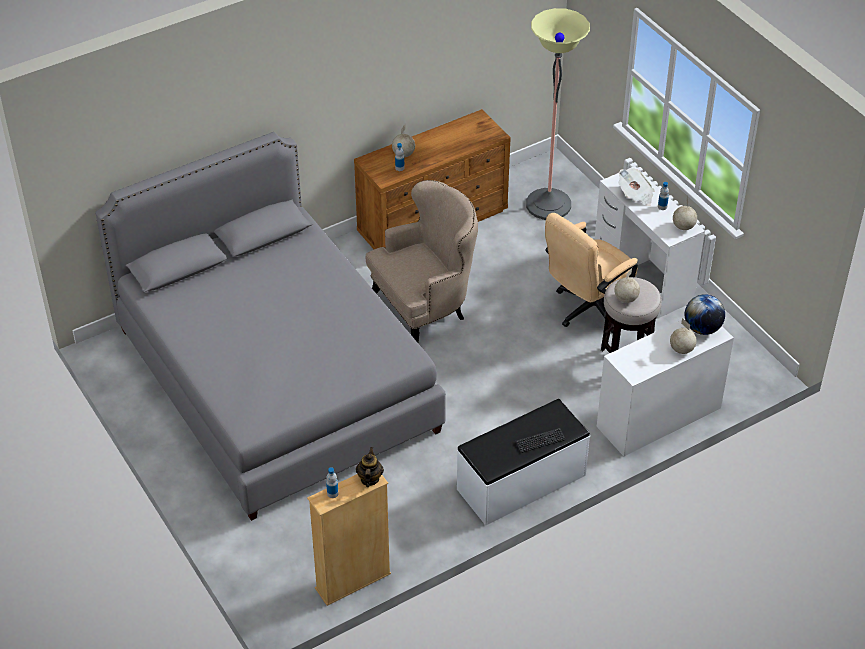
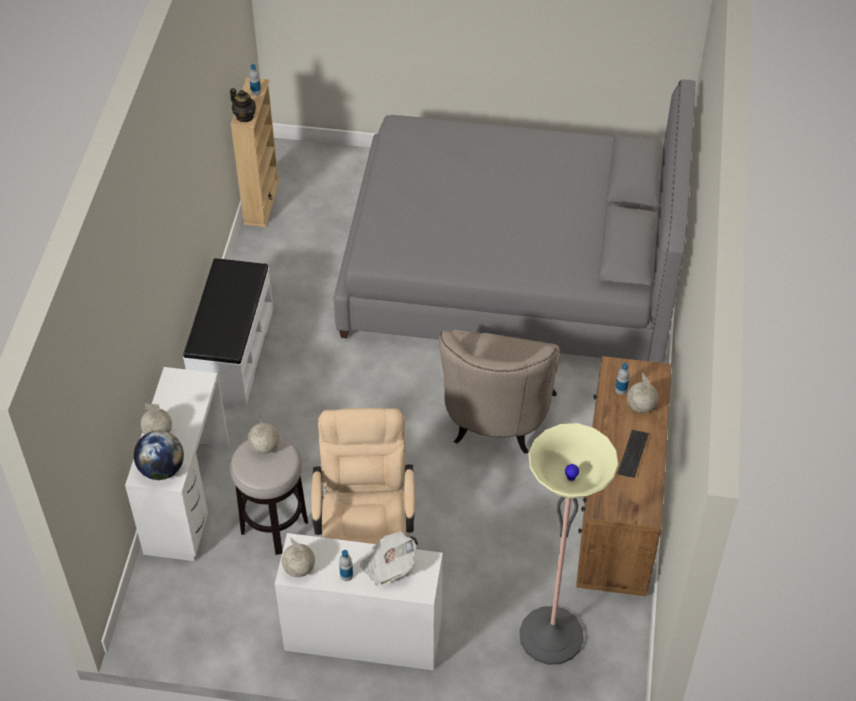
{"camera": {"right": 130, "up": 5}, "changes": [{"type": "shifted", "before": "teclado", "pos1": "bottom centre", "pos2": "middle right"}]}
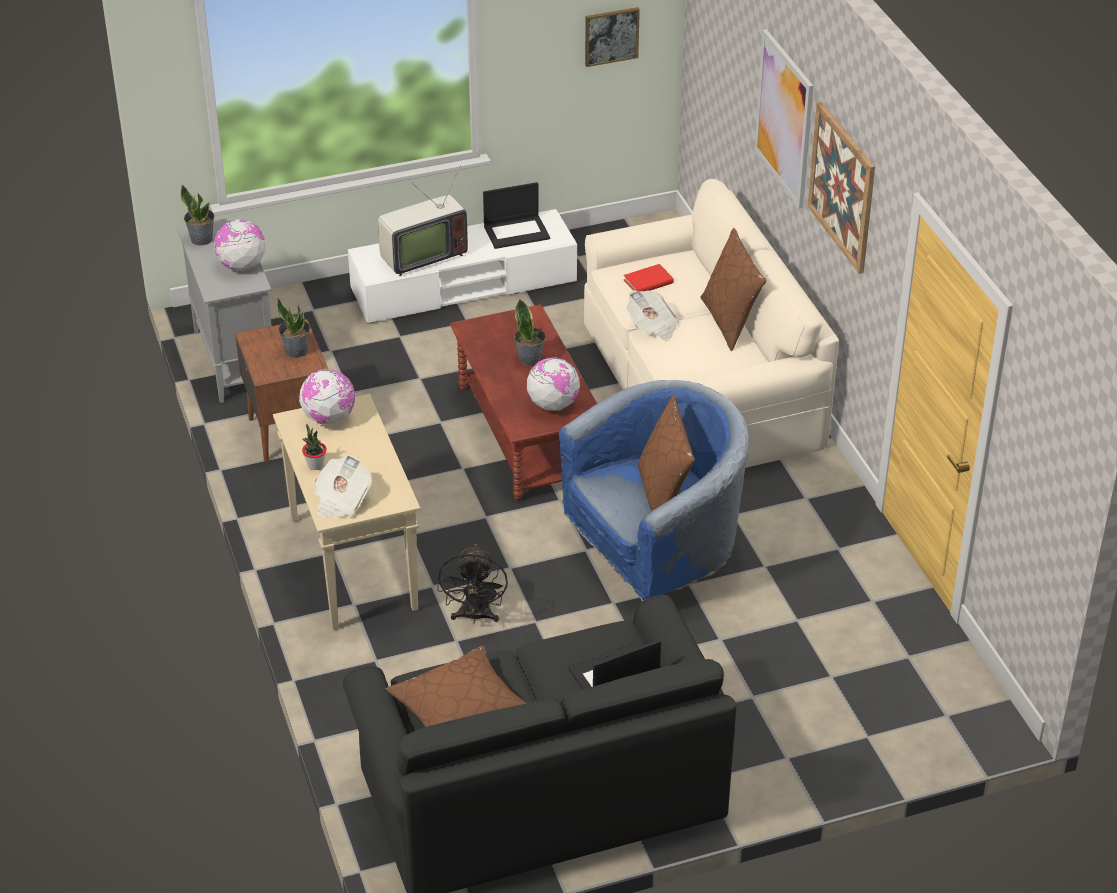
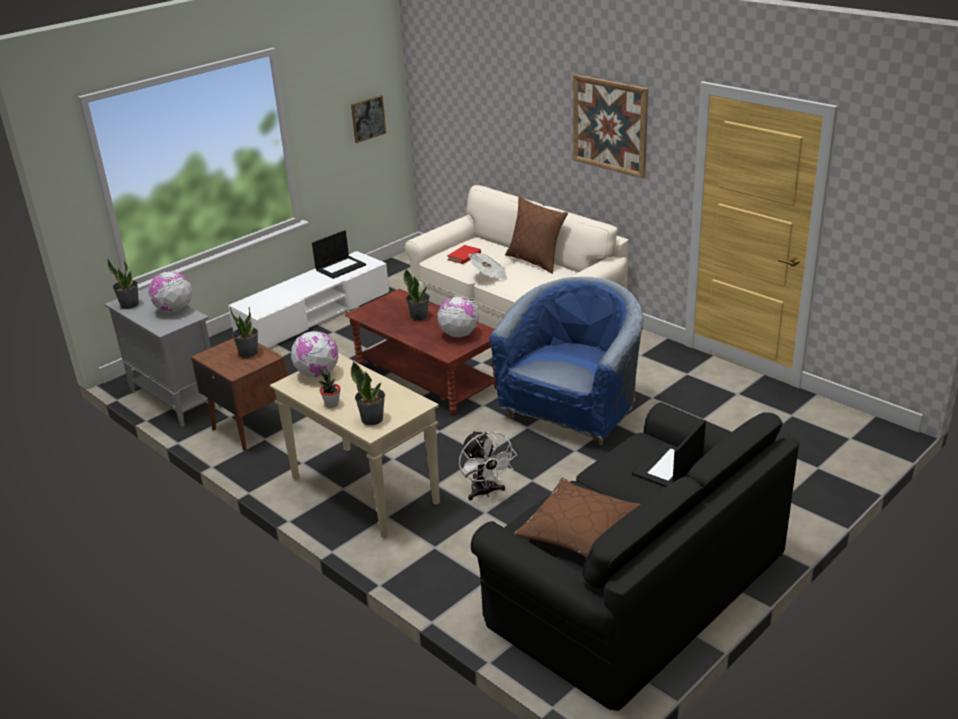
{"camera": {"right": -25, "up": -10}, "changes": [{"type": "gone", "before": "televisor", "pos1": "top centre"}, {"type": "gone", "before": "cojín/marrón (no. 2 from left)", "pos1": "centre"}, {"type": "gone", "before": "cuadro (no. 2 from left)", "pos1": "top right"}, {"type": "swapped", "before": "periódico (no. 1 from left)", "after": "planta en maceta (no. 4 from left)", "pos1": "middle left", "pos2": "centre"}, {"type": "repainted", "before": "ventilador/negro", "after": "ventilador/blanco", "pos1": "centre", "pos2": "centre"}]}
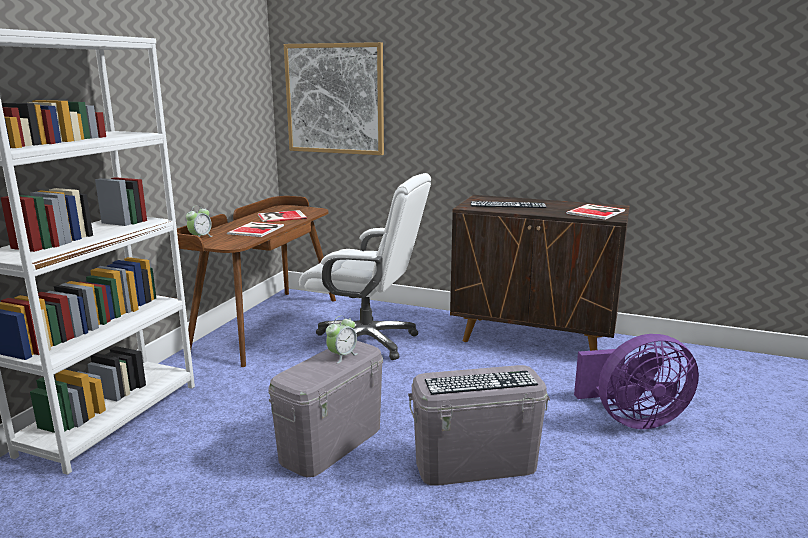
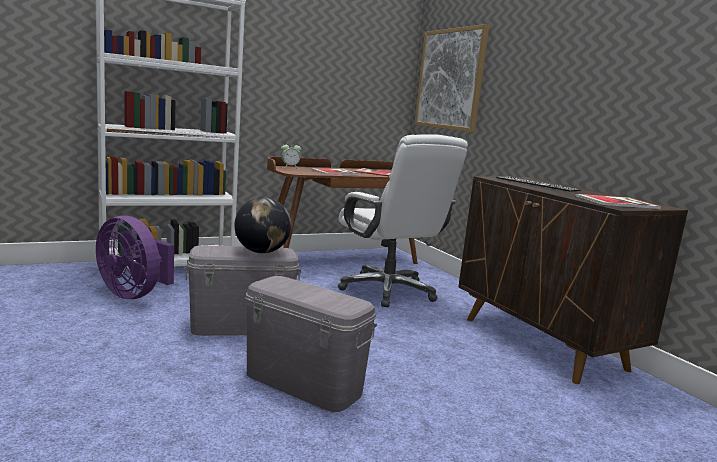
{"camera": {"right": 40, "up": -5}, "changes": [{"type": "gone", "before": "teclado (no. 1 from left)", "pos1": "bottom centre"}, {"type": "shifted", "before": "ventilador/morado", "pos1": "bottom right", "pos2": "middle left"}, {"type": "swapped", "before": "despertador (no. 2 from left)", "after": "globo terráqueo", "pos1": "centre", "pos2": "centre"}]}
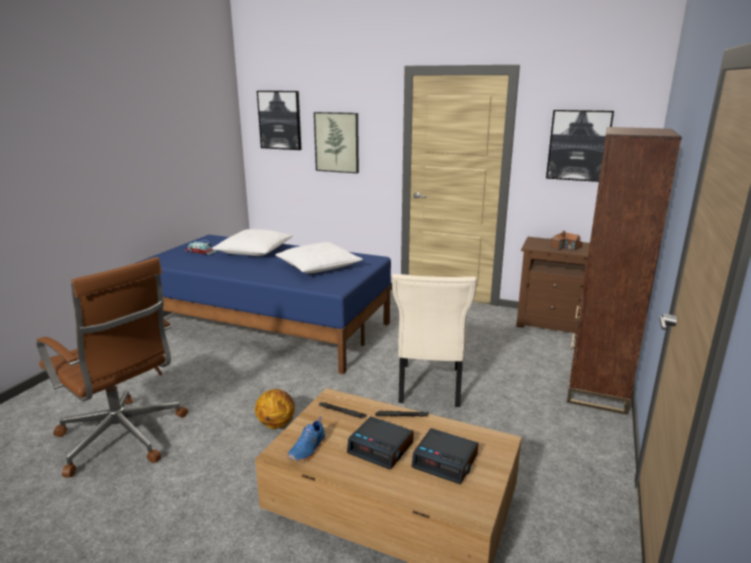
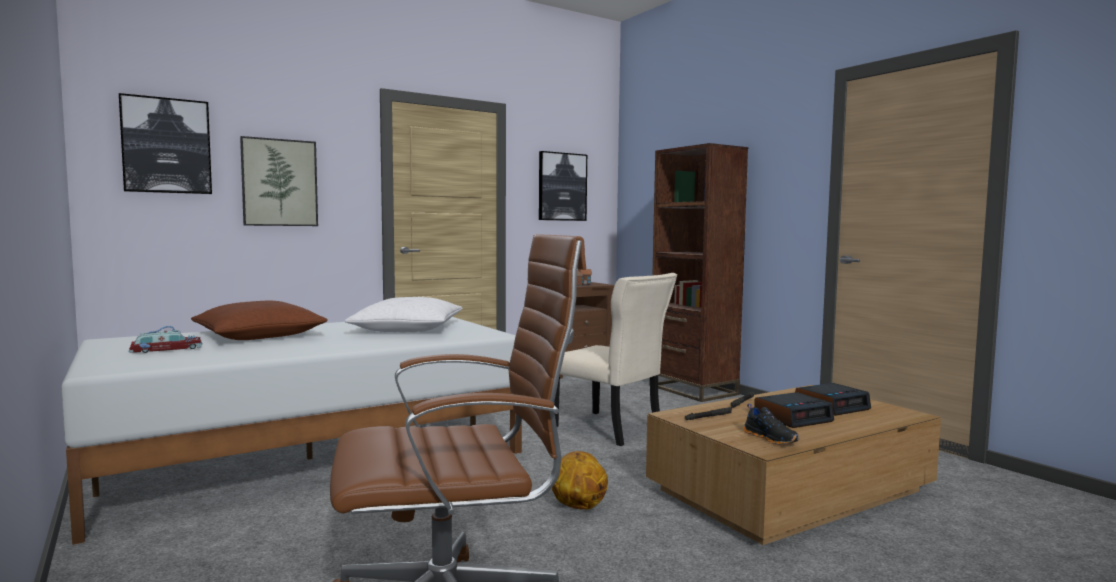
{"camera": {"right": -55, "up": -15}, "changes": [{"type": "repainted", "before": "cama/azul", "after": "cama/blanco", "pos1": "centre", "pos2": "bottom left"}, {"type": "repainted", "before": "cojín/blanco (no. 1 from left)", "after": "cojín/marrón", "pos1": "centre", "pos2": "middle left"}, {"type": "repainted", "before": "zapato/azul", "after": "zapato/negro", "pos1": "bottom centre", "pos2": "bottom right"}]}
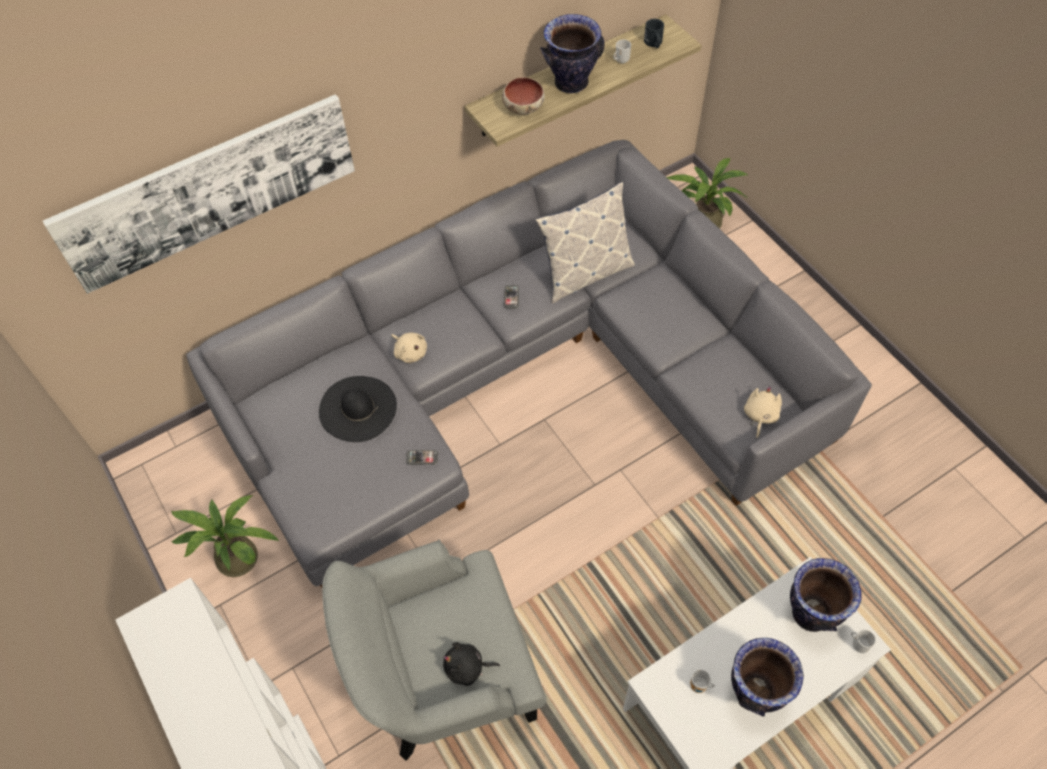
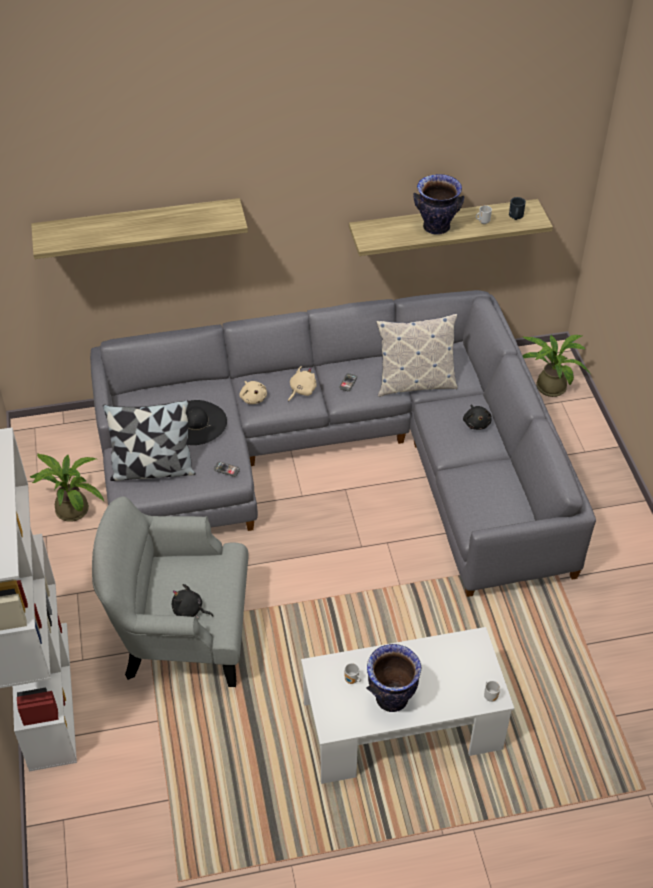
{"camera": {"right": 20, "up": -10}, "changes": [{"type": "gone", "before": "cuenco", "pos1": "top centre"}, {"type": "gone", "before": "florero (no. 3 from left)", "pos1": "bottom right"}, {"type": "new", "after": "cojín (no. 1 from left)", "pos2": "middle left"}, {"type": "new", "after": "peluche/negro (no. 2 from left)", "pos2": "middle right"}, {"type": "shifted", "before": "peluche/beis (no. 2 from left)", "pos1": "middle right", "pos2": "centre"}, {"type": "swapped", "before": "cuadro", "after": "estante (no. 1 from left)", "pos1": "top left", "pos2": "top left"}]}
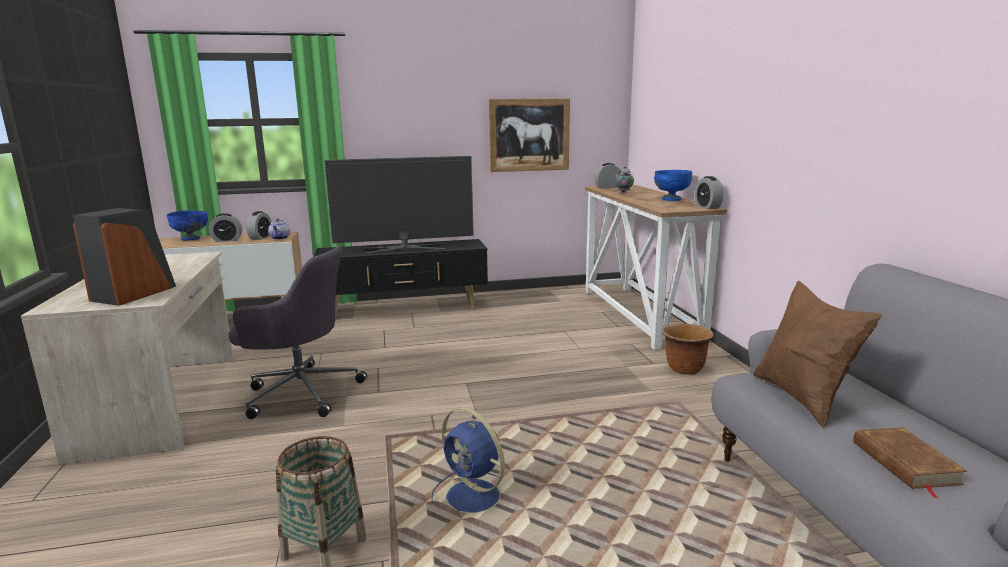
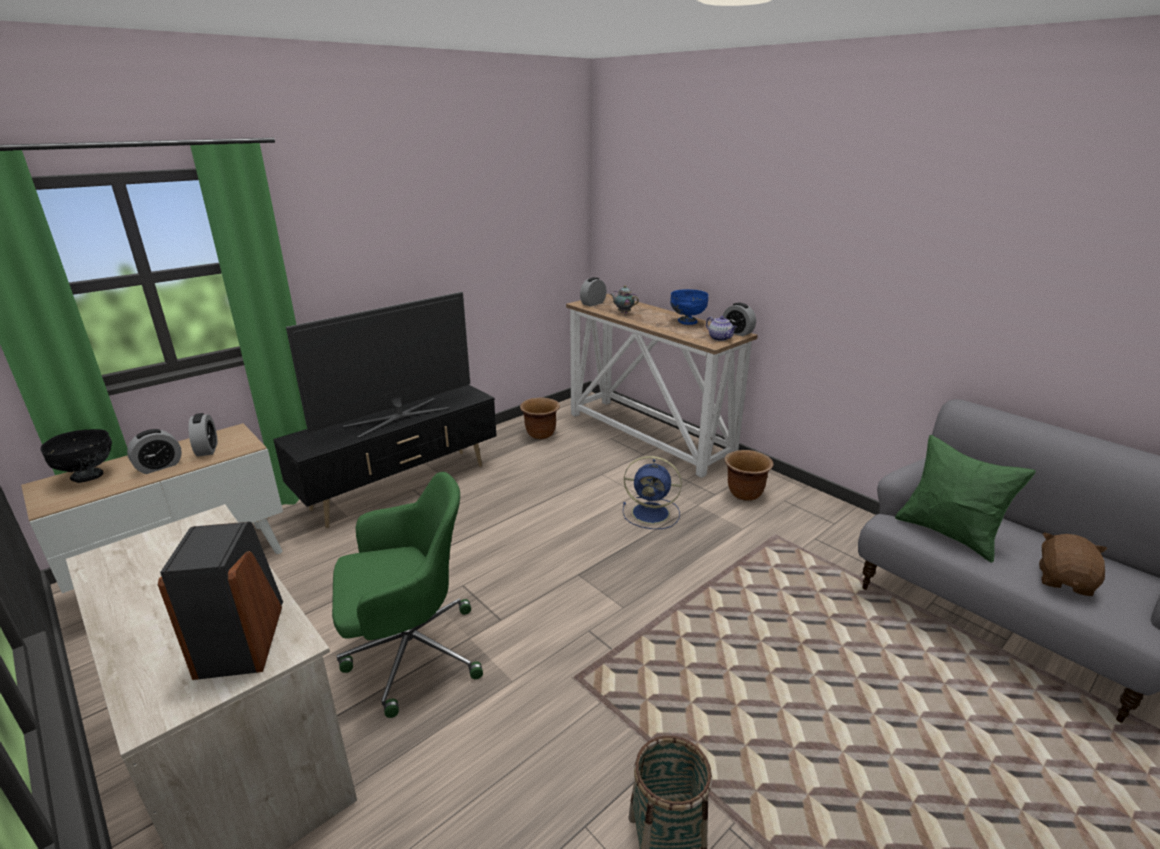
{"camera": {"right": -30, "up": 10}, "changes": [{"type": "gone", "before": "cuadro", "pos1": "top centre"}, {"type": "new", "after": "maceta/marrón (no. 1 from left)", "pos2": "centre"}, {"type": "shifted", "before": "tetera (no. 1 from left in the first image)", "after": "tetera (no. 2 from left)", "pos1": "middle left", "pos2": "centre"}, {"type": "shifted", "before": "ventilador/azul", "pos1": "bottom centre", "pos2": "centre"}, {"type": "swapped", "before": "libro/marrón", "after": "peluche/marrón", "pos1": "bottom right", "pos2": "middle right"}, {"type": "repainted", "before": "cuenco/azul (no. 1 from left)", "after": "cuenco/negro", "pos1": "middle left", "pos2": "middle left"}, {"type": "repainted", "before": "silla de oficina/gris", "after": "silla de oficina/verde", "pos1": "middle left", "pos2": "bottom centre"}, {"type": "repainted", "before": "cojín/marrón", "after": "cojín/verde", "pos1": "middle right", "pos2": "middle right"}]}
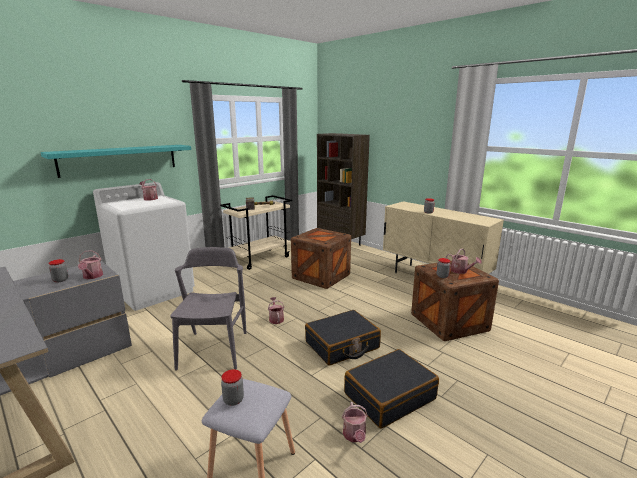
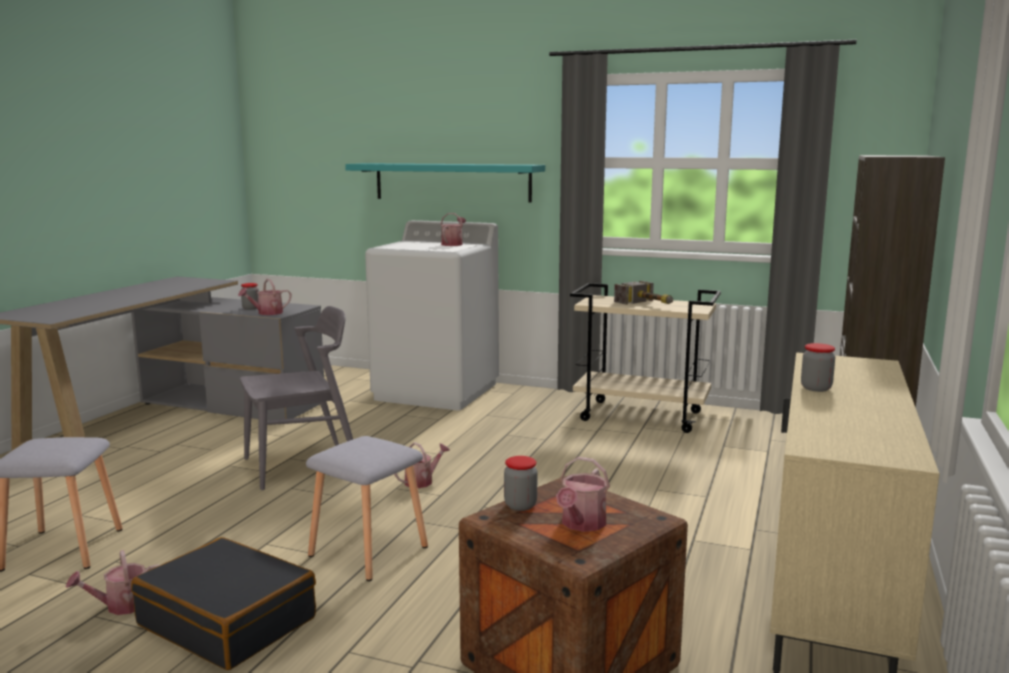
{"camera": {"right": 65, "up": -5}, "changes": [{"type": "gone", "before": "tarro (no. 2 from left)", "pos1": "bottom centre"}, {"type": "gone", "before": "caja de embalaje (no. 1 from left)", "pos1": "centre"}, {"type": "swapped", "before": "maleta/negro (no. 1 from left)", "after": "taburete/gris (no. 2 from left)", "pos1": "bottom centre", "pos2": "bottom centre"}]}
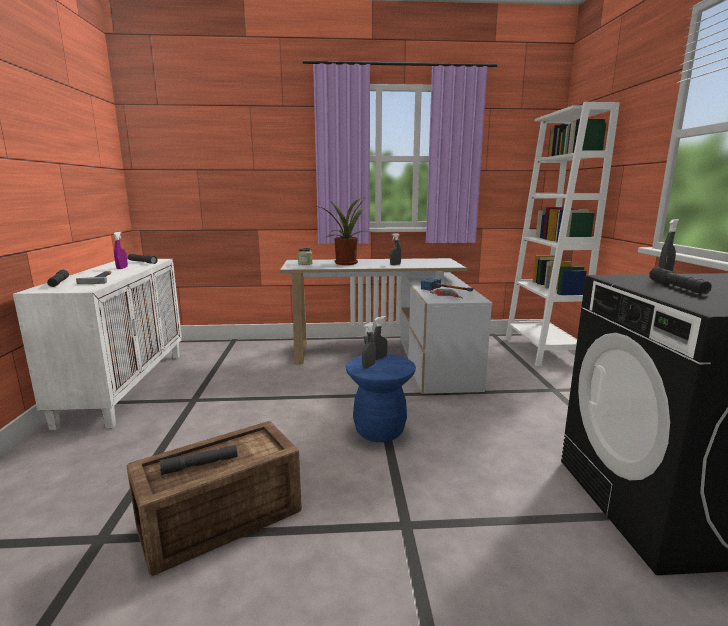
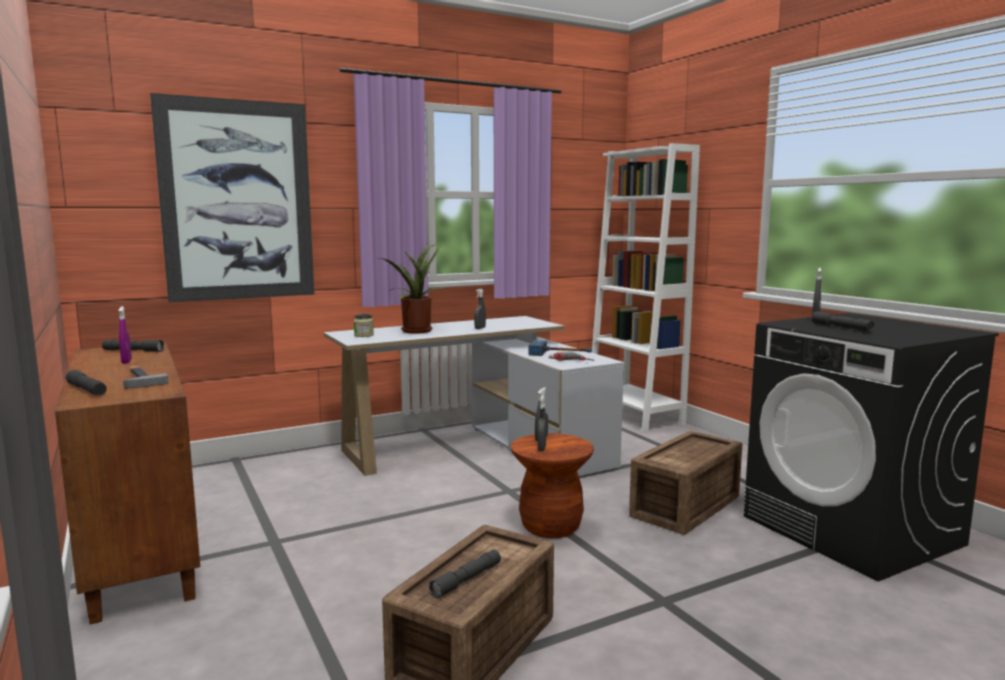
{"camera": {"right": -25, "up": -5}, "changes": [{"type": "new", "after": "cuadro", "pos2": "top left"}, {"type": "new", "after": "caja de embalaje (no. 2 from left)", "pos2": "bottom right"}, {"type": "repainted", "before": "armario/blanco", "after": "armario/marrón", "pos1": "middle left", "pos2": "bottom left"}, {"type": "repainted", "before": "taburete/azul", "after": "taburete/marrón", "pos1": "centre", "pos2": "bottom centre"}]}
